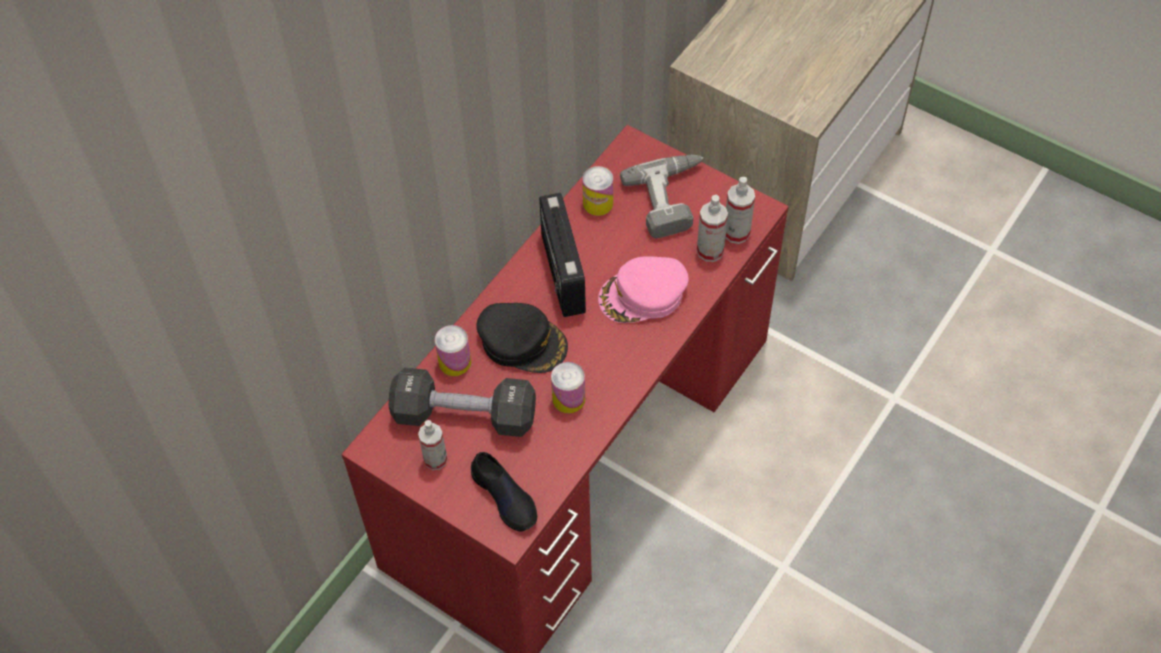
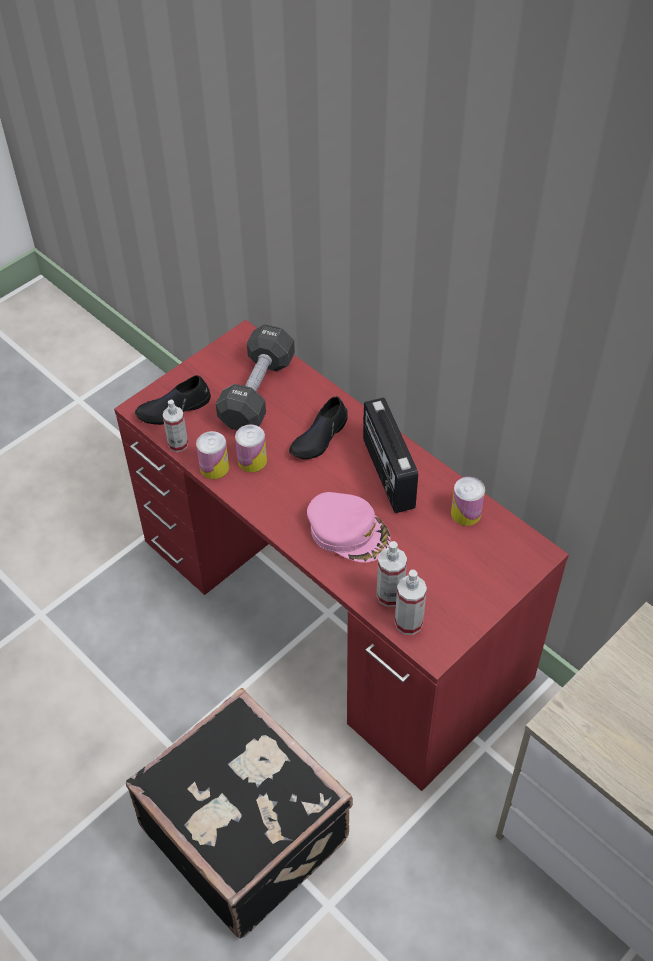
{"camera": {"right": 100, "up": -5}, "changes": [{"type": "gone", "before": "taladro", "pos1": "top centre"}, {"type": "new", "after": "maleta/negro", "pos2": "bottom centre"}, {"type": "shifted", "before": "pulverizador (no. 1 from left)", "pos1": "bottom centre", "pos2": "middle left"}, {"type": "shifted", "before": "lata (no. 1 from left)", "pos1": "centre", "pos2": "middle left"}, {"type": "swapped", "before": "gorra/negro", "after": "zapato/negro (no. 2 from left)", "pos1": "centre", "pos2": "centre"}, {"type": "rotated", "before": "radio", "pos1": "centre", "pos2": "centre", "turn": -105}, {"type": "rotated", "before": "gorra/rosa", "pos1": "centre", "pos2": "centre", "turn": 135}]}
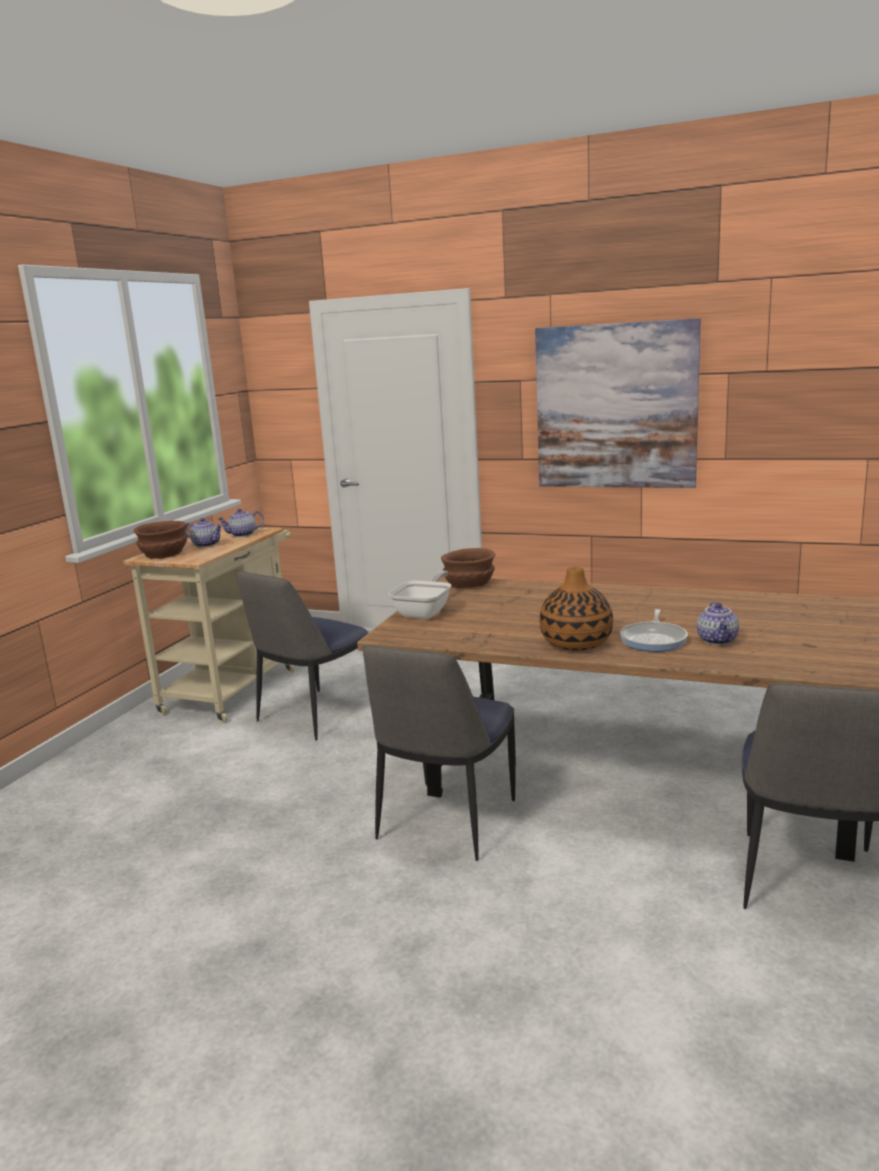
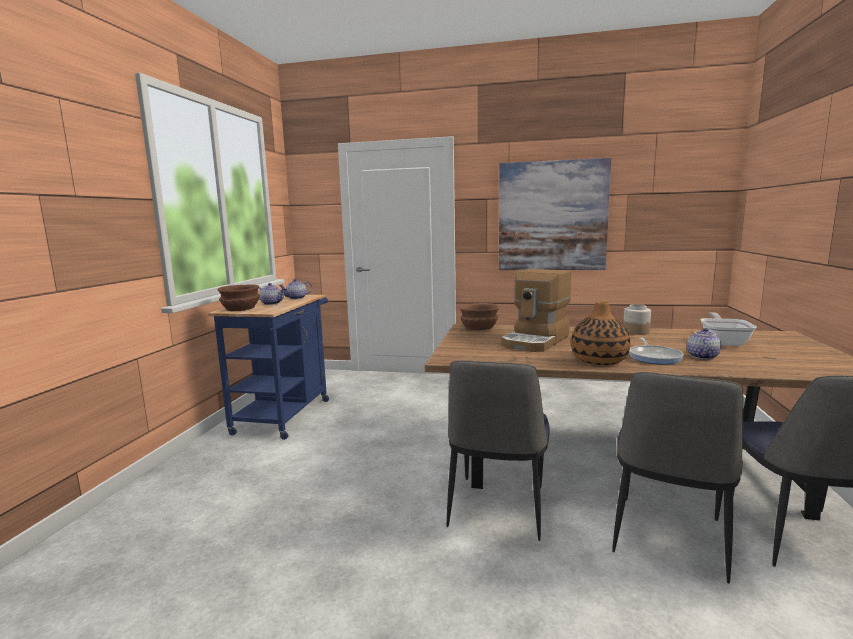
{"camera": {"right": -10, "up": -5}, "changes": [{"type": "new", "after": "cafetera", "pos2": "centre"}, {"type": "new", "after": "tarro", "pos2": "middle right"}, {"type": "shifted", "before": "silla (no. 1 from left in the first image)", "after": "silla (no. 2 from left)", "pos1": "centre", "pos2": "bottom right"}, {"type": "shifted", "before": "sartén (no. 1 from left in the first image)", "after": "sartén (no. 2 from left)", "pos1": "centre", "pos2": "middle right"}, {"type": "repainted", "before": "carrito/beis", "after": "carrito/azul", "pos1": "middle left", "pos2": "middle left"}, {"type": "rotated", "before": "tetera (no. 3 from left)", "pos1": "middle right", "pos2": "middle right", "turn": -150}]}
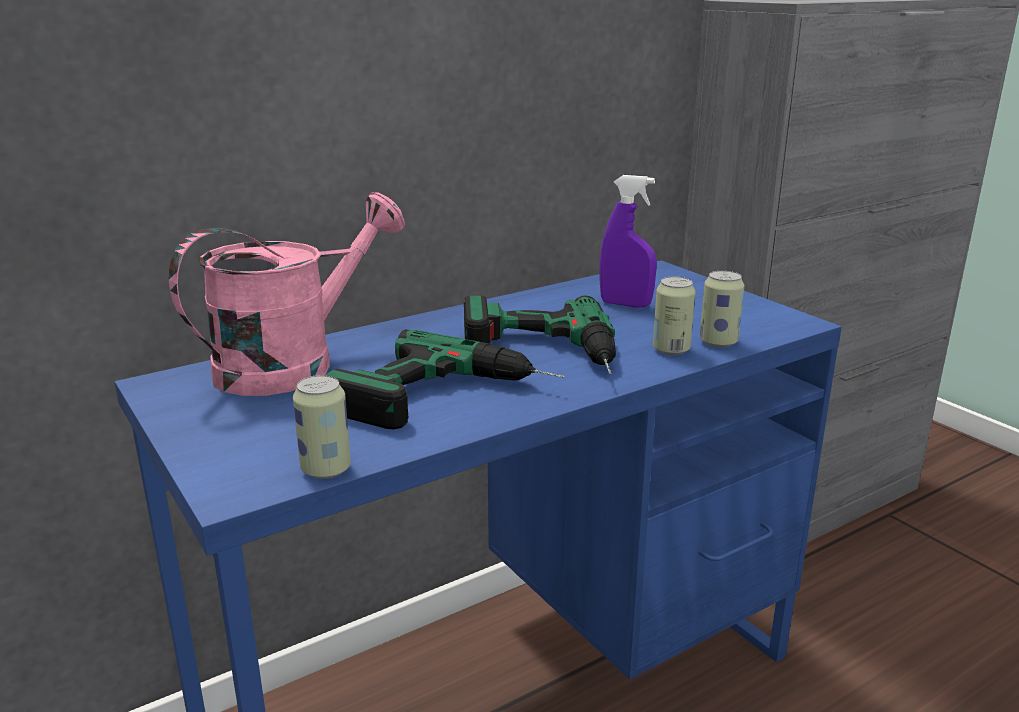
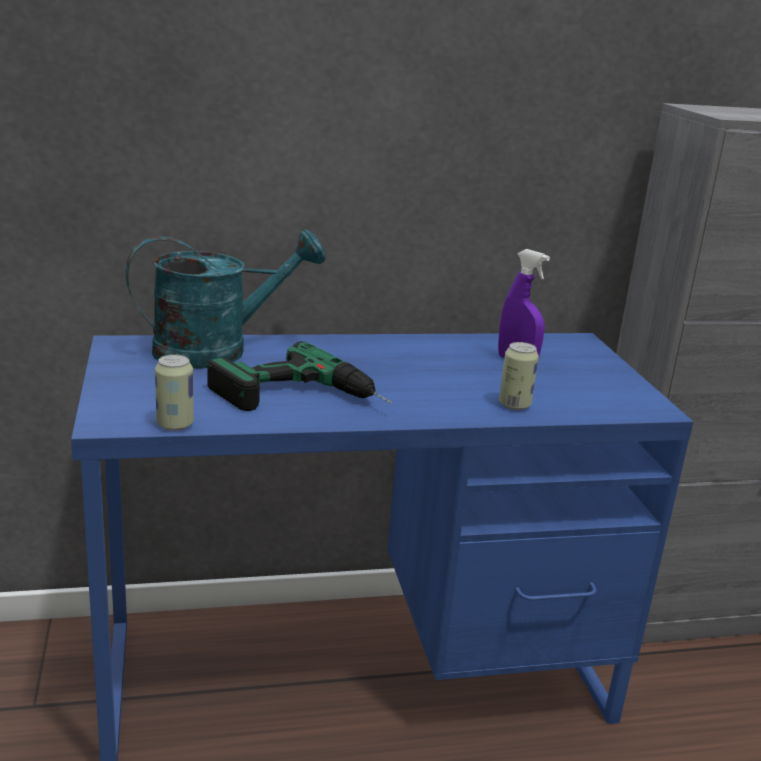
{"camera": {"right": 20, "up": 0}, "changes": [{"type": "gone", "before": "taladro (no. 2 from left)", "pos1": "centre"}, {"type": "gone", "before": "lata (no. 3 from left)", "pos1": "middle right"}, {"type": "repainted", "before": "regadera/rosa", "after": "regadera/turquesa", "pos1": "middle left", "pos2": "middle left"}]}
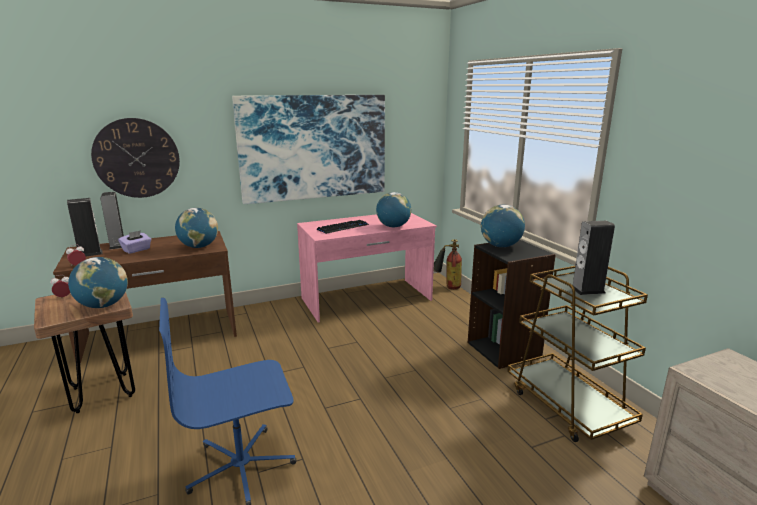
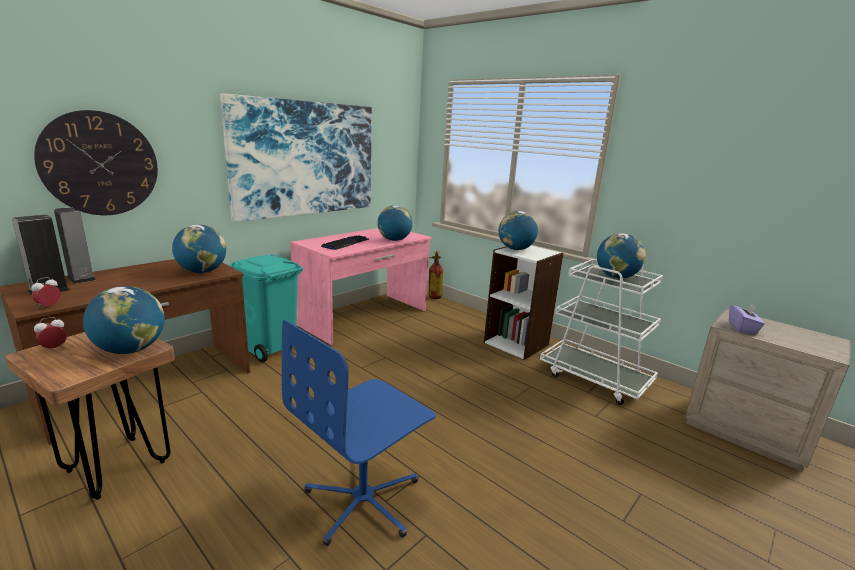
{"camera": {"right": -25, "up": 0}, "changes": [{"type": "new", "after": "papelera/turquesa", "pos2": "middle left"}, {"type": "shifted", "before": "caja de pañuelos/morado", "pos1": "middle left", "pos2": "middle right"}, {"type": "swapped", "before": "altavoz (no. 3 from left)", "after": "globo terráqueo (no. 5 from left)", "pos1": "middle right", "pos2": "middle right"}, {"type": "repainted", "before": "estantería/negro", "after": "estantería/blanco", "pos1": "middle right", "pos2": "centre"}, {"type": "repainted", "before": "carrito/marrón", "after": "carrito/blanco", "pos1": "bottom right", "pos2": "middle right"}]}
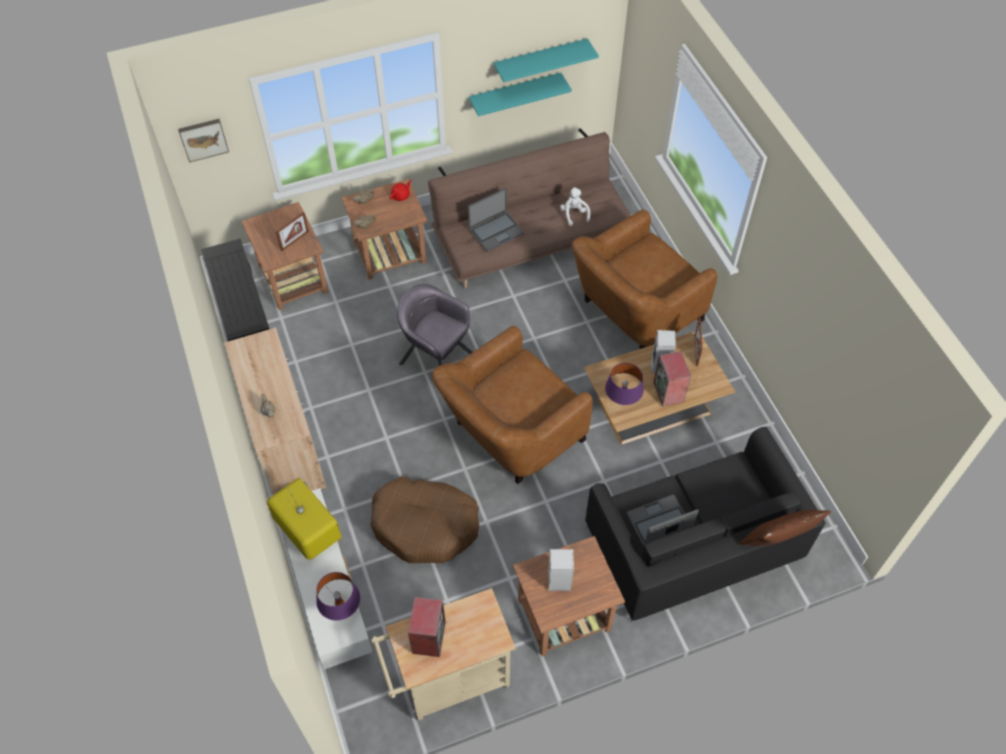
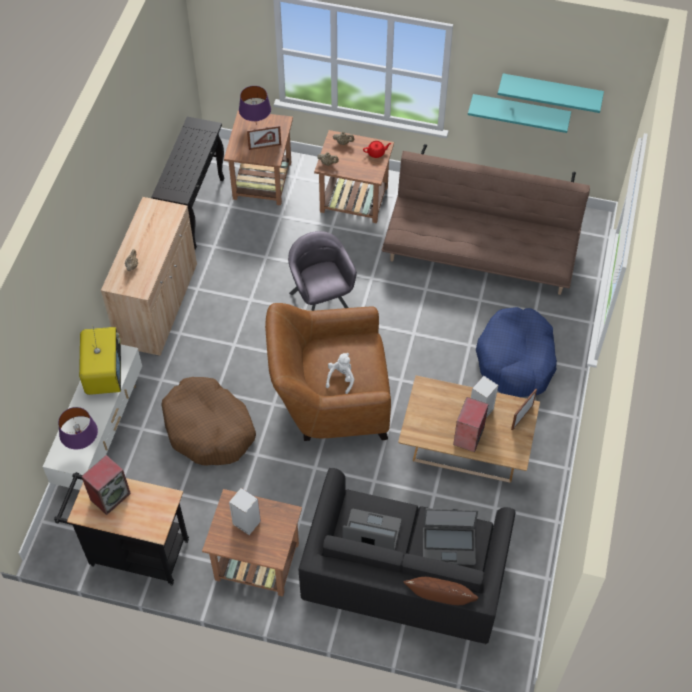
{"camera": {"right": 35, "up": 0}, "changes": [{"type": "gone", "before": "cuadro", "pos1": "top left"}, {"type": "shifted", "before": "portátil (no. 1 from left in the first image)", "after": "portátil (no. 2 from left)", "pos1": "top centre", "pos2": "bottom centre"}, {"type": "shifted", "before": "peluche/blanco", "pos1": "top centre", "pos2": "centre"}, {"type": "shifted", "before": "lámpara de mesa/morado (no. 2 from left)", "pos1": "centre", "pos2": "top centre"}, {"type": "swapped", "before": "sillón/marrón (no. 2 from left)", "after": "cama para perro/azul", "pos1": "centre", "pos2": "middle right"}, {"type": "repainted", "before": "carrito/beis", "after": "carrito/negro", "pos1": "bottom centre", "pos2": "bottom left"}]}
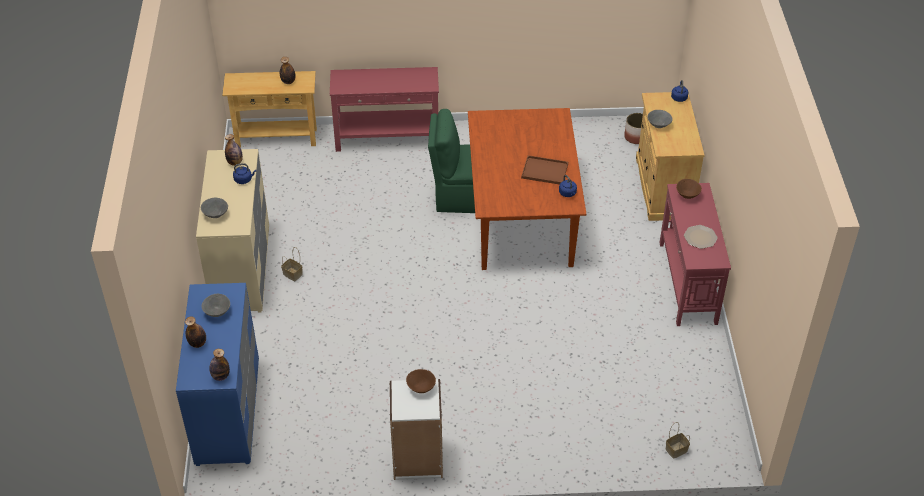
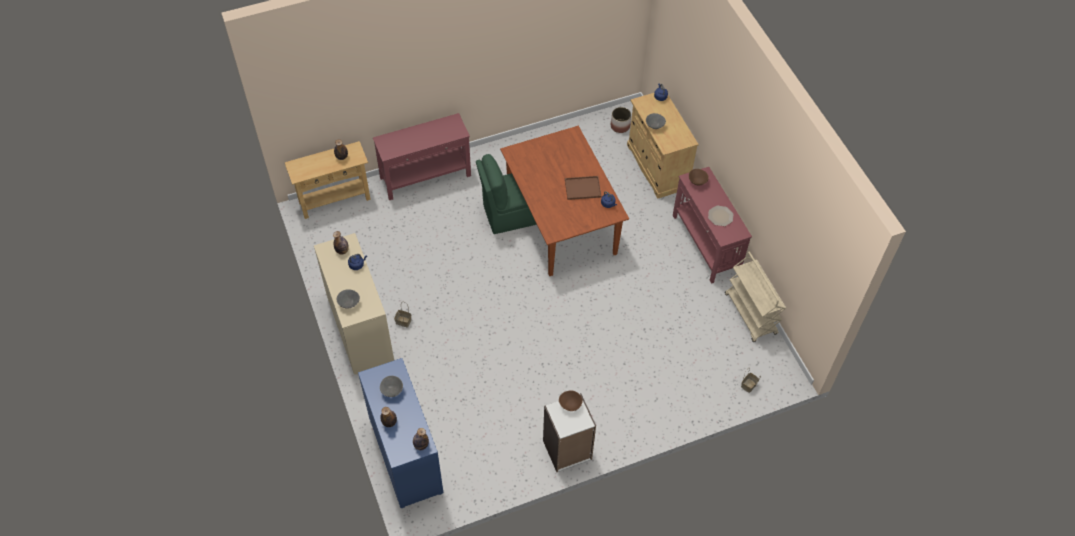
{"camera": {"right": -20, "up": 10}, "changes": [{"type": "new", "after": "carrito/beis", "pos2": "middle right"}]}
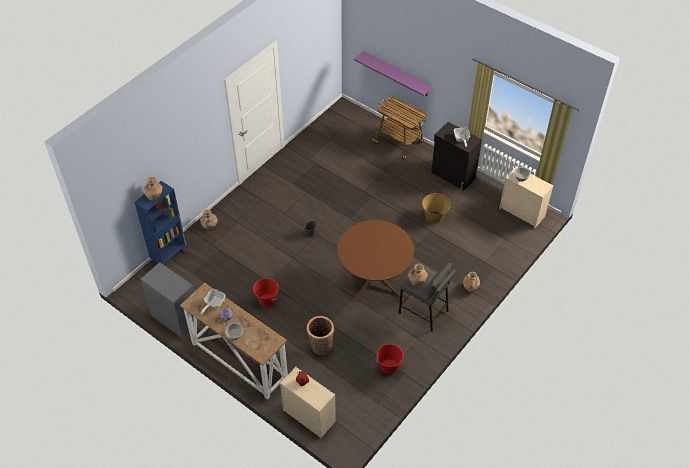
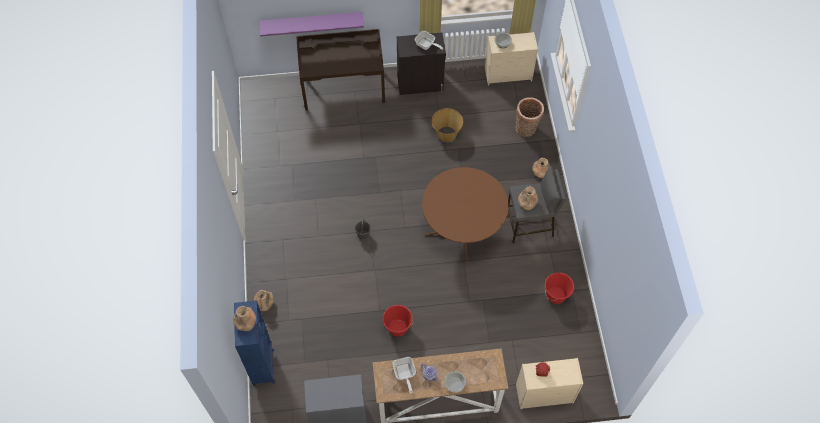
{"camera": {"right": -45, "up": 10}, "changes": [{"type": "shifted", "before": "cesta (no. 1 from left in the first image)", "after": "cesta (no. 2 from left)", "pos1": "bottom centre", "pos2": "top centre"}, {"type": "swapped", "before": "carrito", "after": "escritorio/marrón", "pos1": "top centre", "pos2": "top centre"}]}
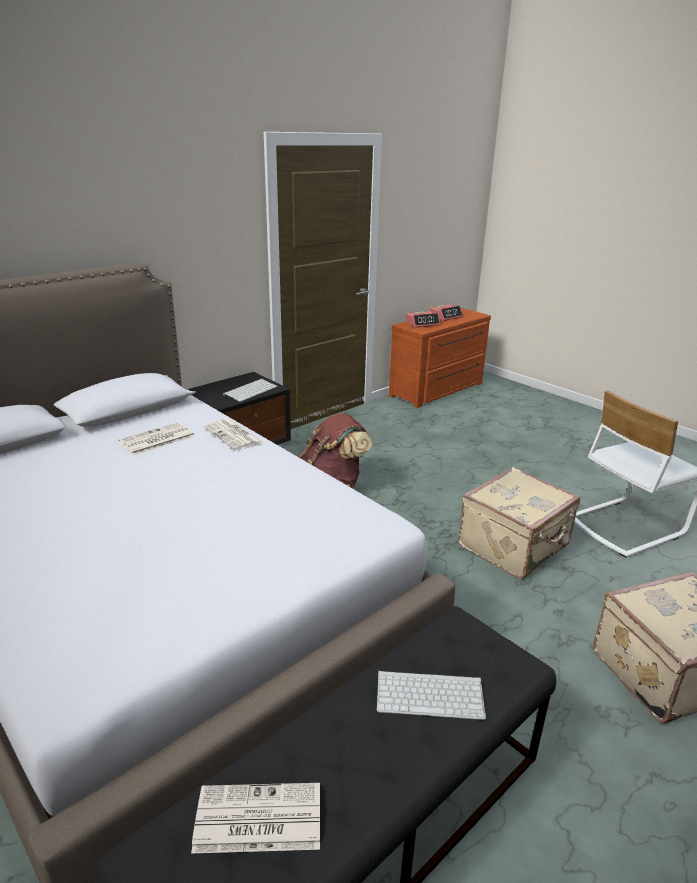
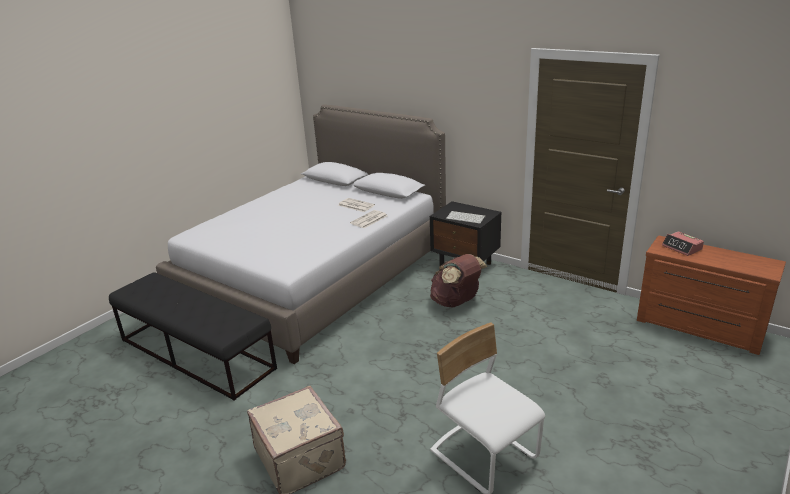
{"camera": {"right": 80, "up": 0}, "changes": [{"type": "gone", "before": "periódico (no. 3 from left)", "pos1": "bottom centre"}, {"type": "gone", "before": "teclado (no. 2 from left)", "pos1": "bottom centre"}, {"type": "gone", "before": "despertador (no. 2 from left)", "pos1": "centre"}, {"type": "gone", "before": "maleta/beis (no. 1 from left)", "pos1": "middle right"}]}
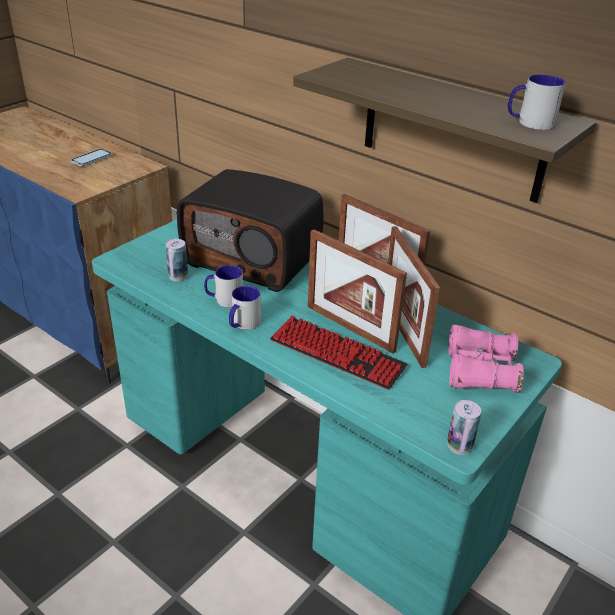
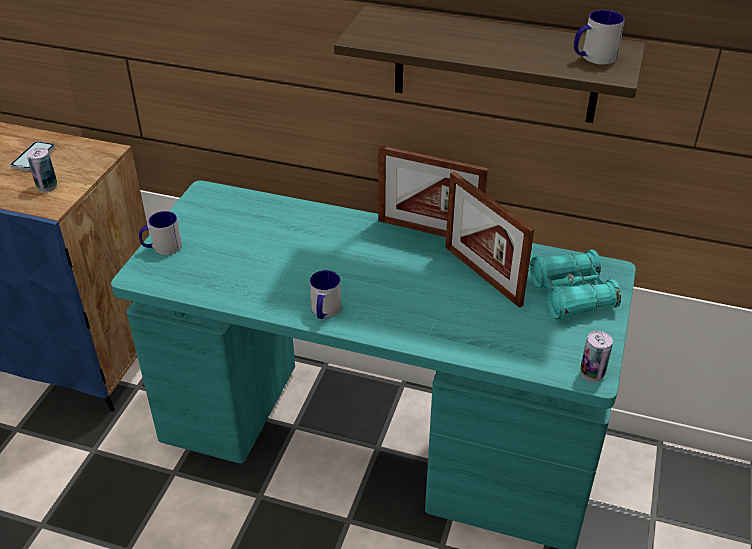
{"camera": {"right": -20, "up": 5}, "changes": [{"type": "gone", "before": "radio", "pos1": "centre"}, {"type": "gone", "before": "teclado", "pos1": "centre"}, {"type": "gone", "before": "portarretratos (no. 1 from left)", "pos1": "centre"}, {"type": "shifted", "before": "lata (no. 1 from left)", "pos1": "middle left", "pos2": "top left"}, {"type": "shifted", "before": "taza grande (no. 1 from left)", "pos1": "centre", "pos2": "middle left"}, {"type": "repainted", "before": "prismáticos/rosa", "after": "prismáticos/turquesa", "pos1": "middle right", "pos2": "middle right"}]}
